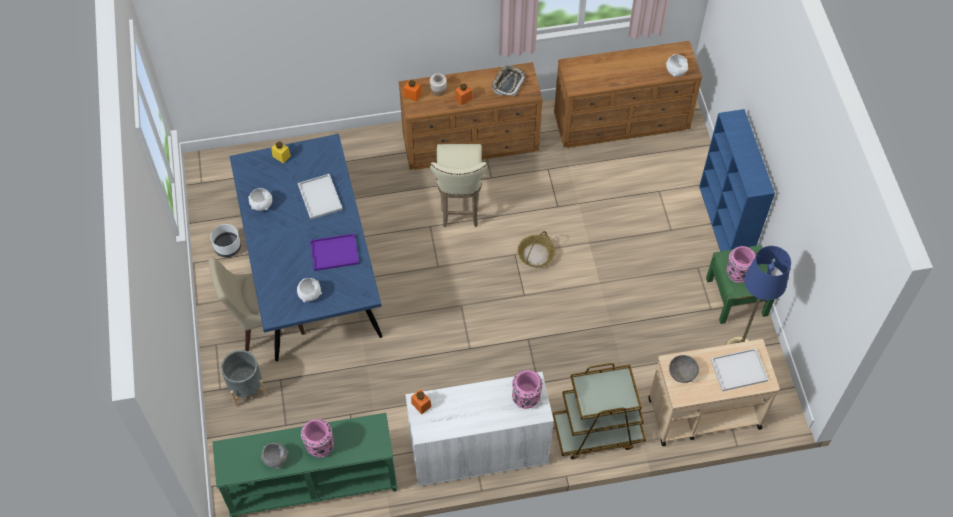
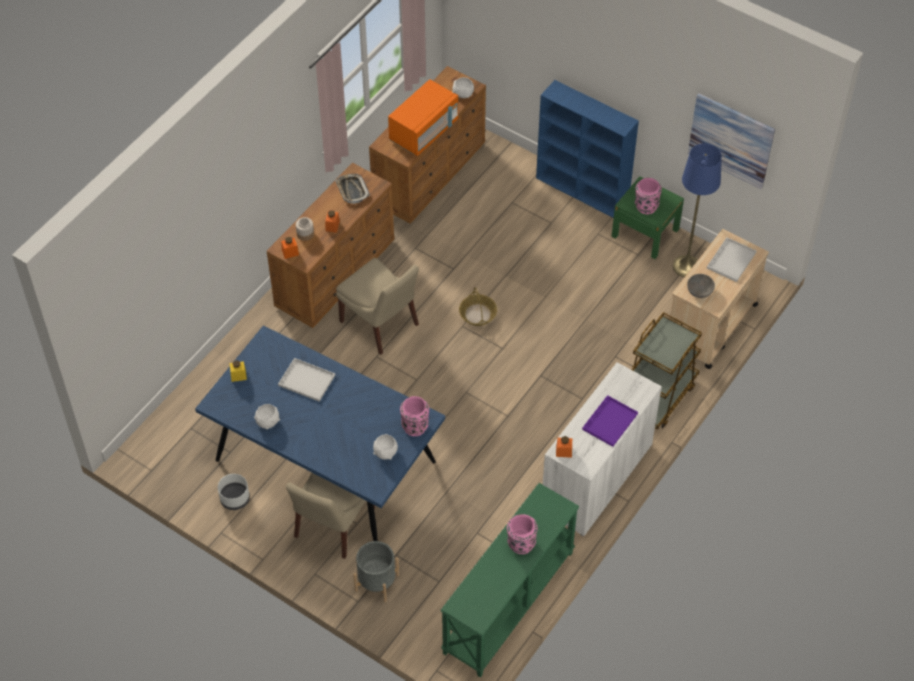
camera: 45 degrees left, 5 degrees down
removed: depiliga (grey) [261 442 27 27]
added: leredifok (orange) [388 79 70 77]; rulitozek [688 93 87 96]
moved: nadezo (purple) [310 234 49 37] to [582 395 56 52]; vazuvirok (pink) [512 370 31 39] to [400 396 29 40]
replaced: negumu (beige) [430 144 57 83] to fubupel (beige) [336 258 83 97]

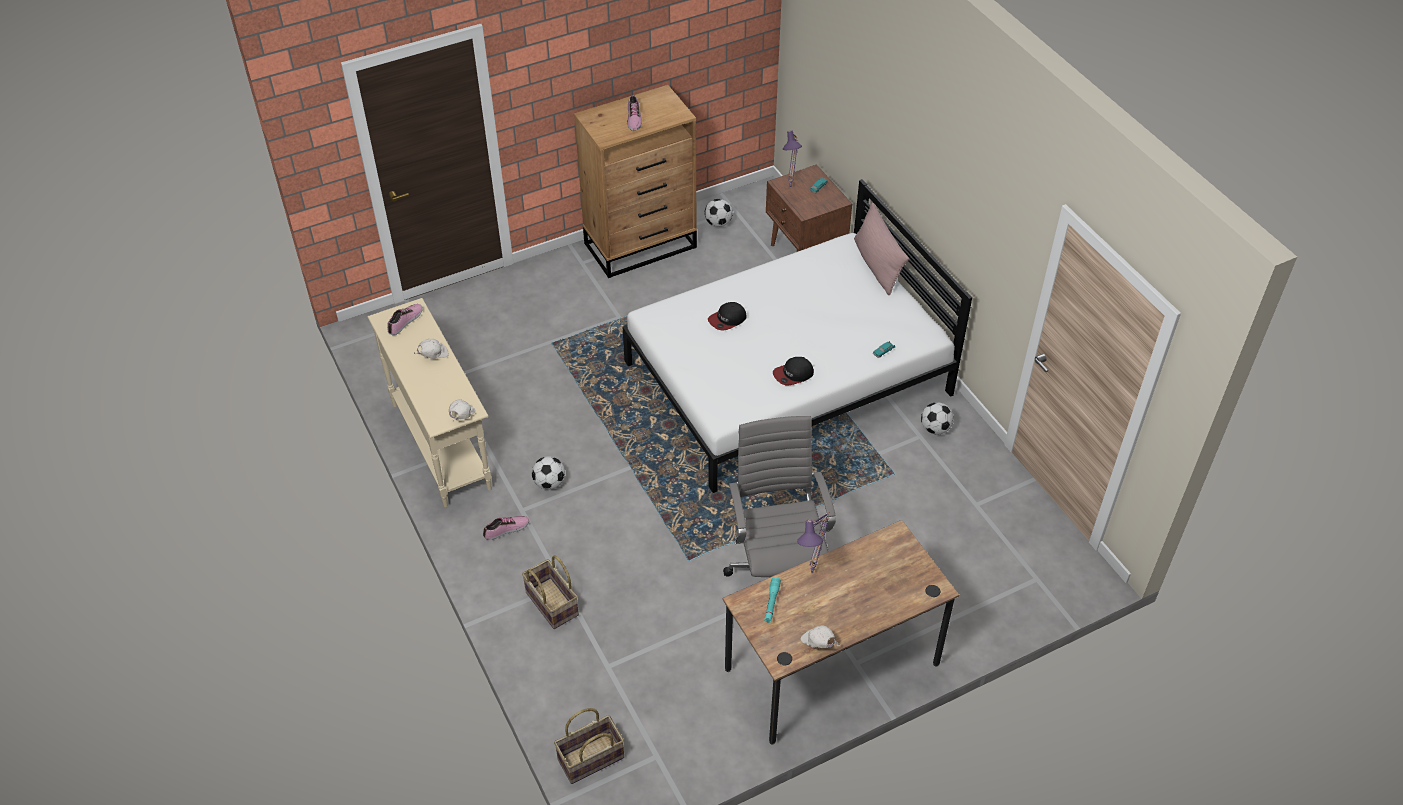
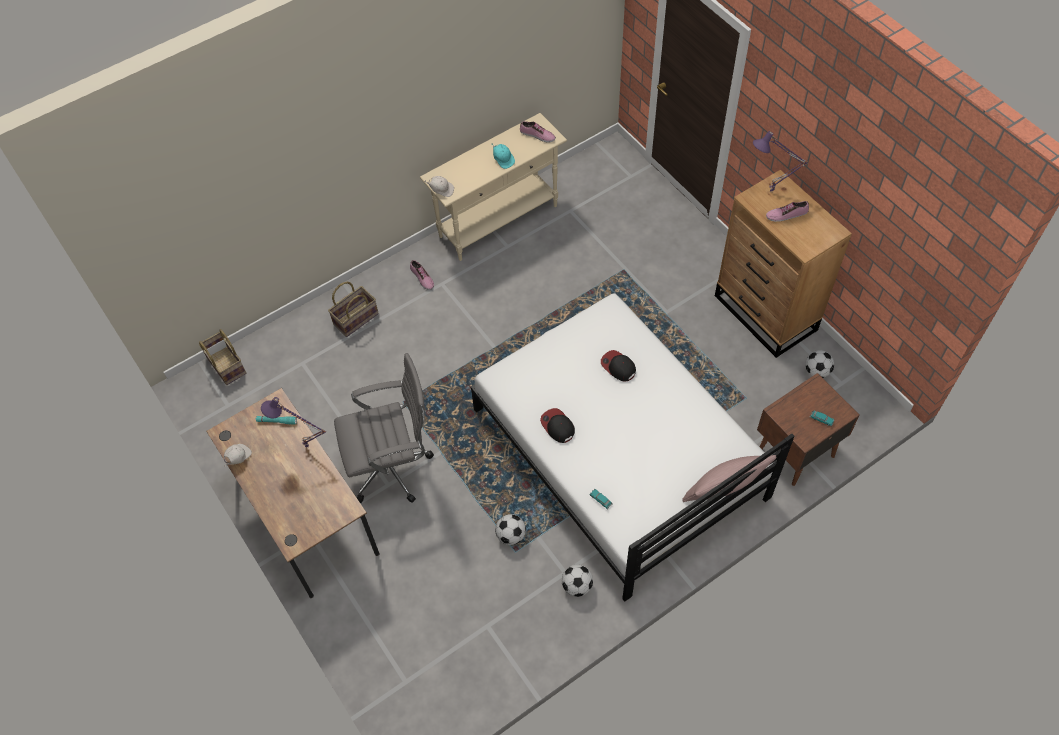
camera: 85 degrees right, 10 degrees up
moved: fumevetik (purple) [783 131 19 58] to [753 131 54 61]; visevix [532 456 33 34] to [495 514 31 31]
recoloured: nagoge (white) [414 339 35 20] to nagoge (turquoise) [492 143 23 26]

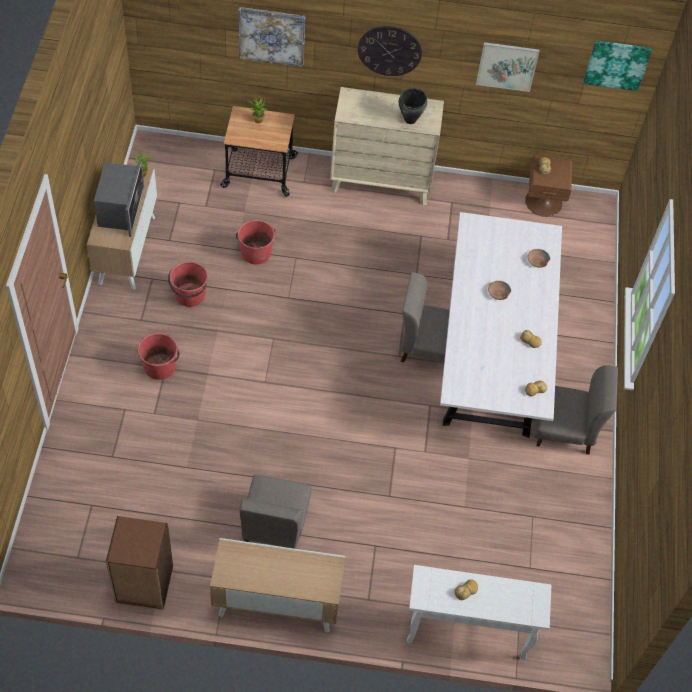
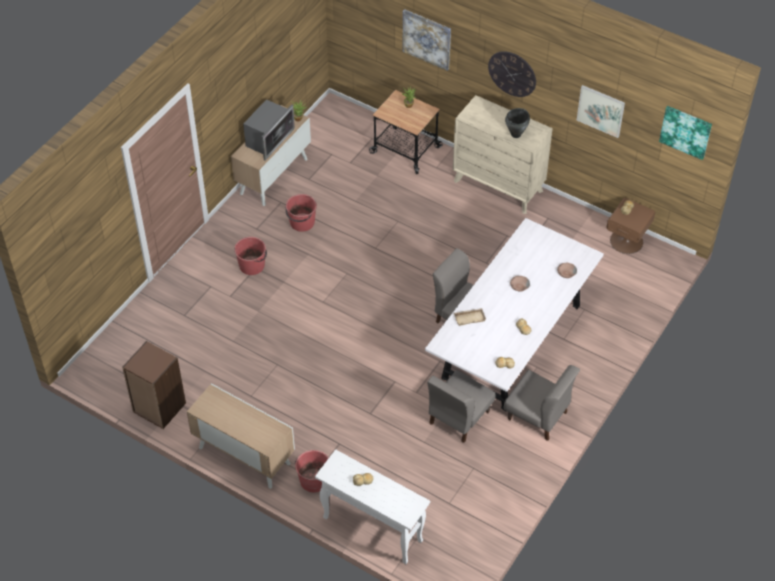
camera: 30 degrees right, 5 degrees down
added: nadezo (beige) [454 308 32 18]
moved: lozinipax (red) [236 220 40 45] to [295 450 34 42]; fubupel (grey) [239 474 72 75] to [428 370 67 73]

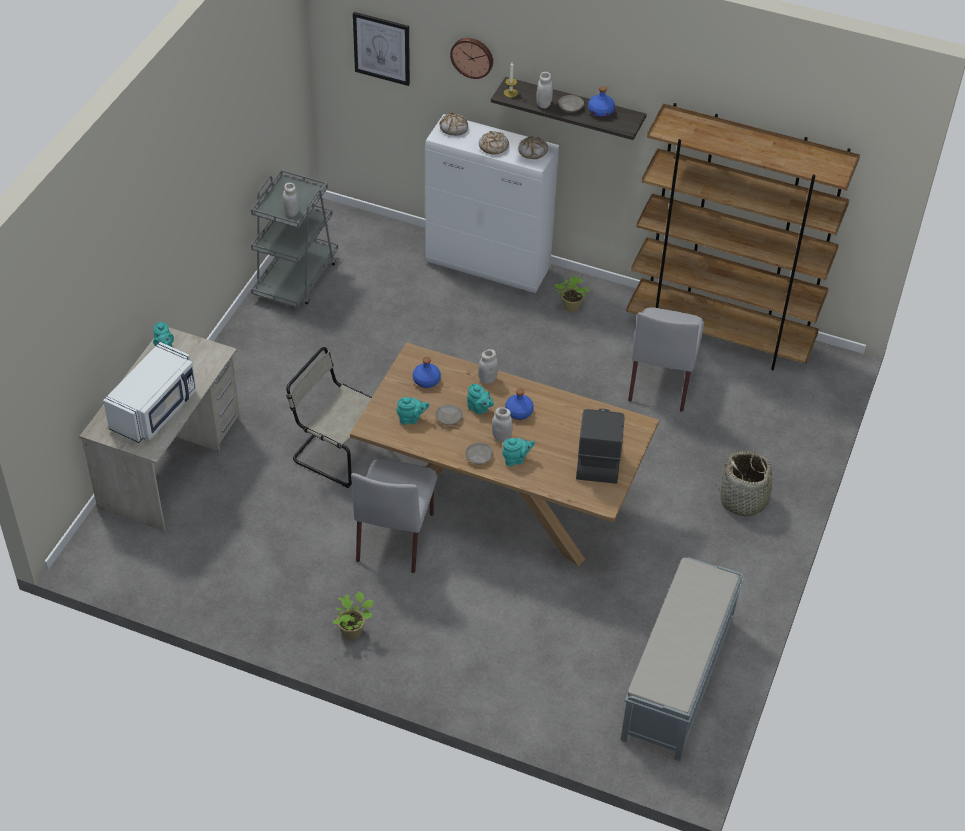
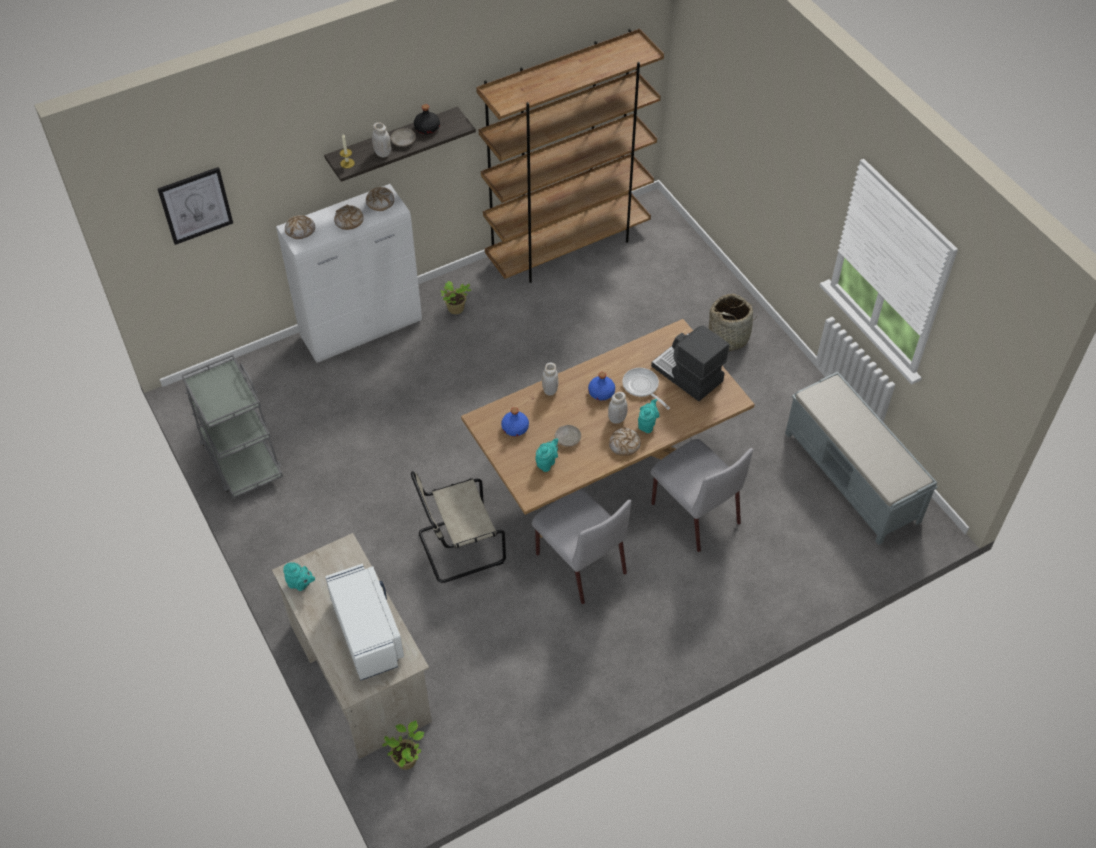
camera: 50 degrees left, 5 degrees up
removed: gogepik [450 38 43 41]; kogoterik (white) [282 183 17 34]; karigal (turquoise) [467 383 27 32]
added: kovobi [622 368 48 42]
moved: fubupel (grey) [628 307 76 105] to [651 439 102 113]; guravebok [333 591 41 49] to [382 720 42 50]
replaced: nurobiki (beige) [465 443 28 21] to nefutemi [609 427 32 29]
recoloured: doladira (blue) [588 86 27 31] to doladira (black) [414 104 26 30]

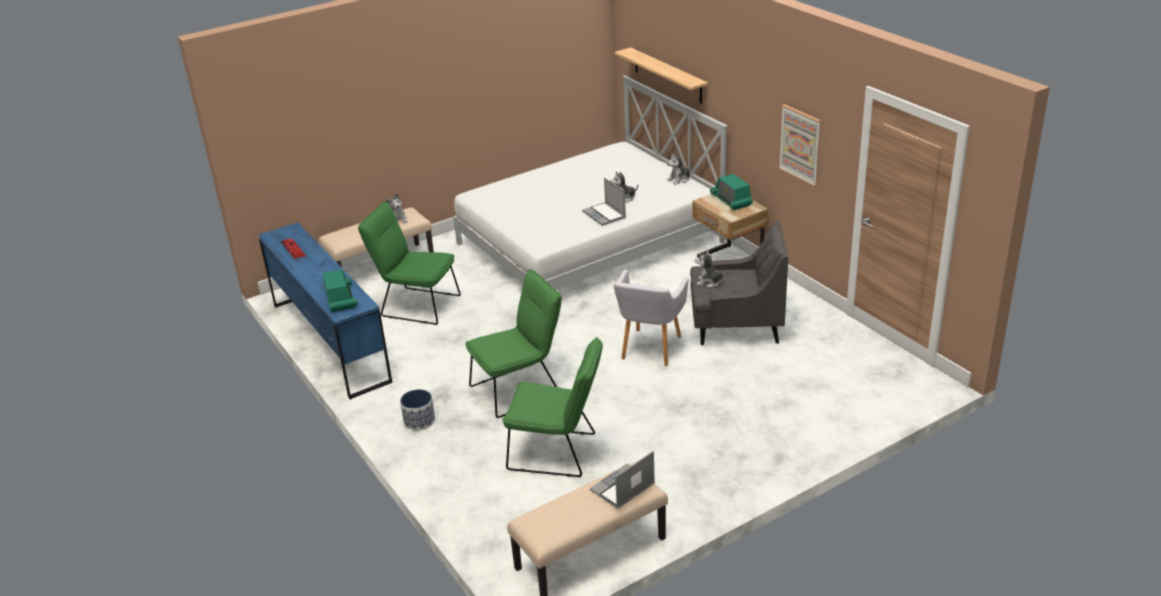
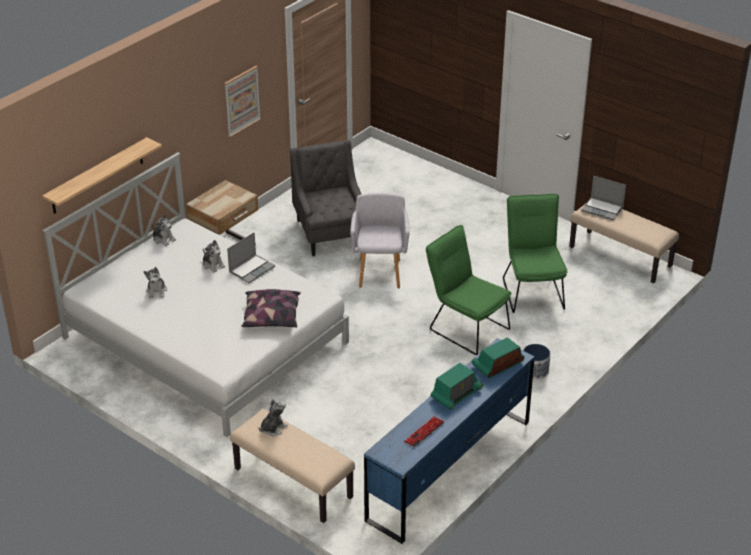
camera: 110 degrees left, 5 degrees up
removed: fubupel (green) [358 202 103 123]
added: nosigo [241 289 60 39]
moved: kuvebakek [710 174 43 36] to [431 363 52 46]; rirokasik [695 251 33 37] to [143 267 24 31]
turned: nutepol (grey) [614 269 75 97] = [350 192 60 96] 90 degrees counterclockwise

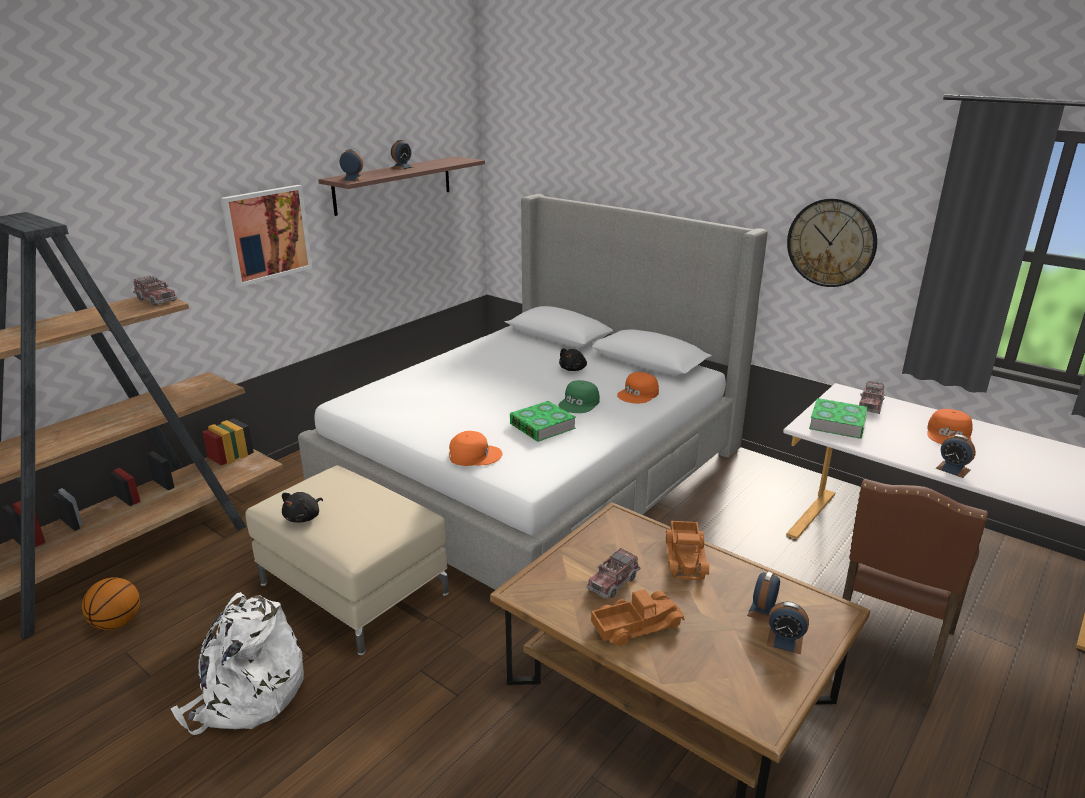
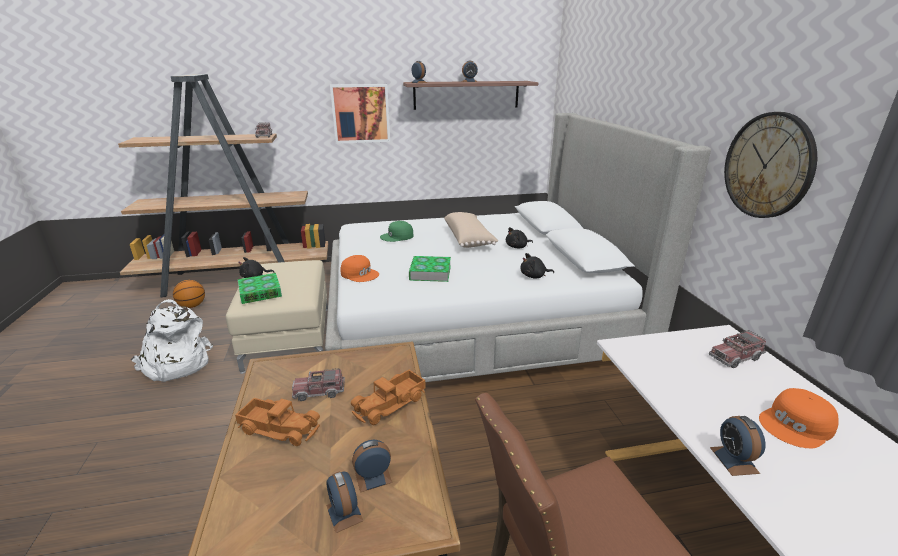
camera: 40 degrees right, 0 degrees up
added: nosigo (beige) [444 212 54 36]
moved: nagoge (green) [559 380 41 33] to [380 221 34 21]; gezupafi [809 398 59 41] to [238 273 44 31]
replaced: nagoge (orange) [617 372 42 32] to rirokasik (black) [520 253 34 25]

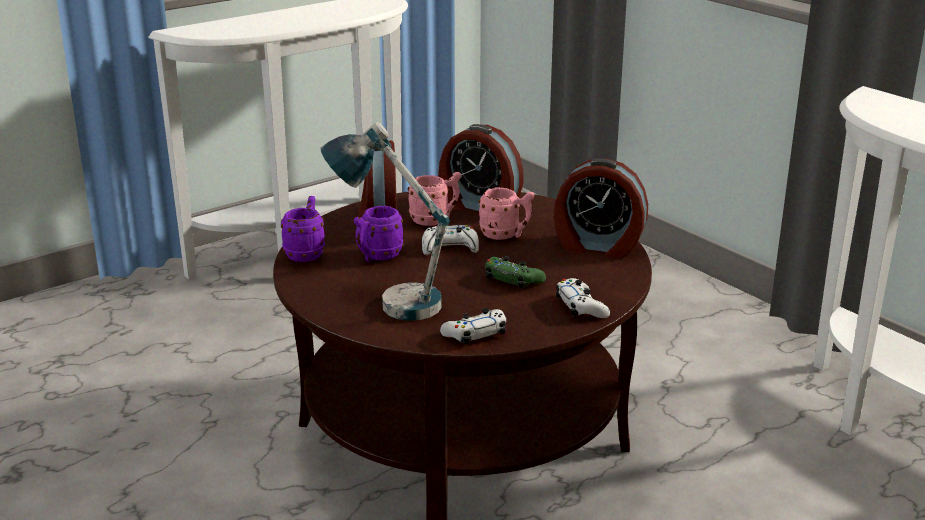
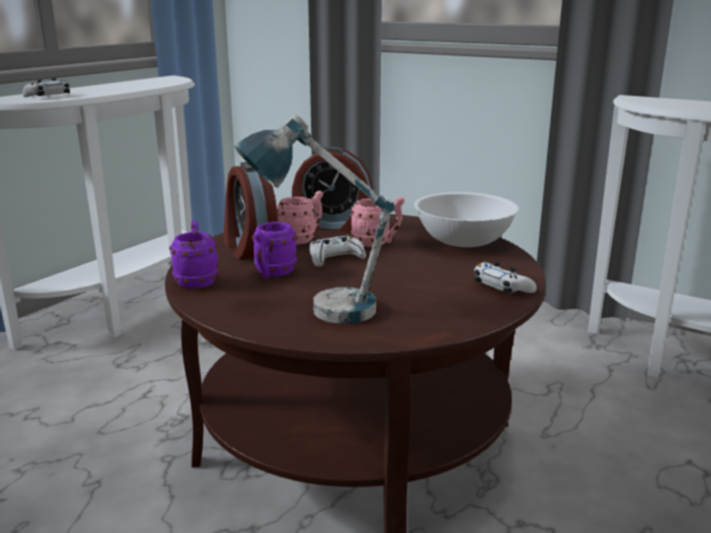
camera: 20 degrees left, 5 degrees down
removed: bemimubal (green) [485 256 61 33]
moved: bemimubal (white) [440 308 66 36] to [23 78 47 19]
replaced: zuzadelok [554 158 94 100] to depiliga (white) [414 192 105 55]

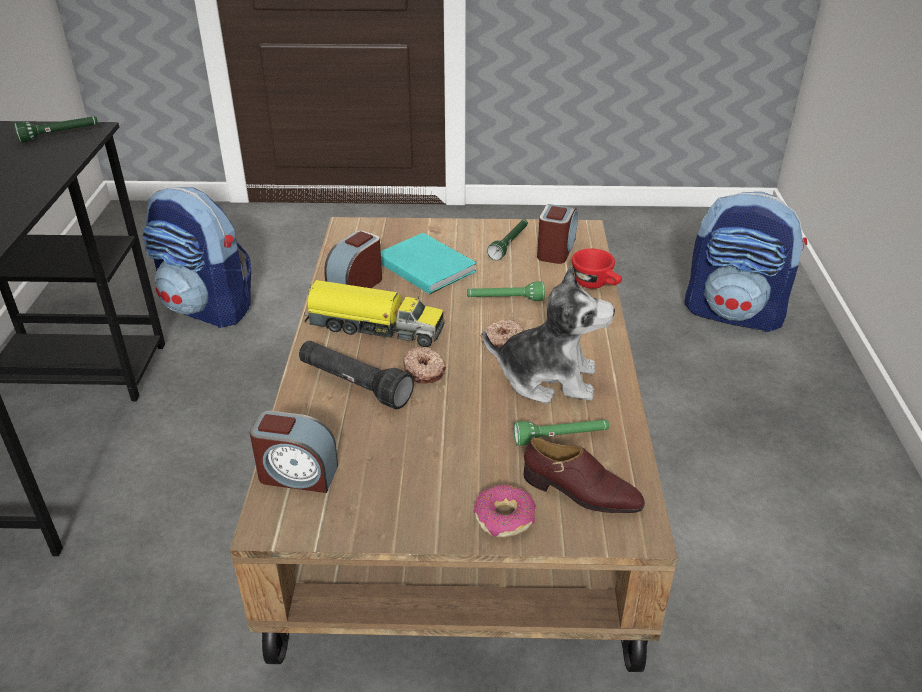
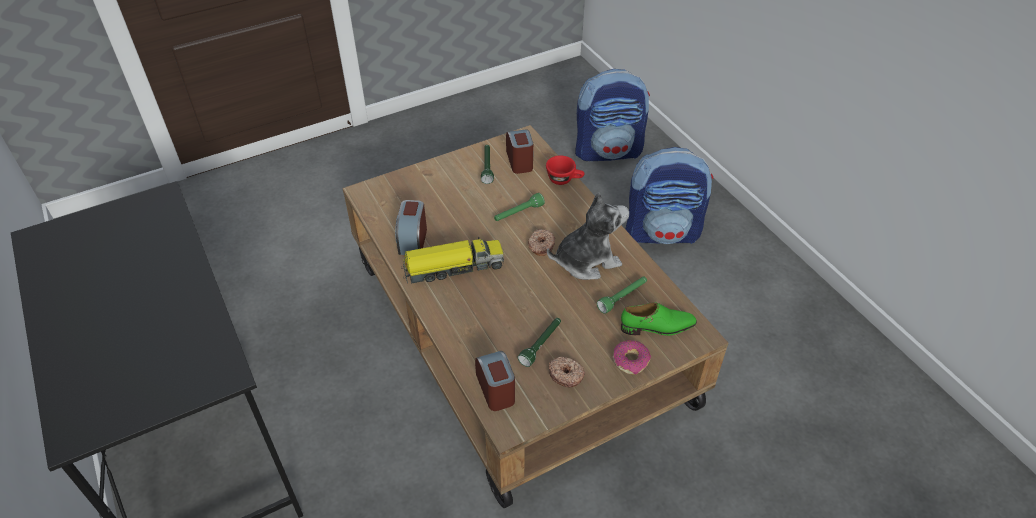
camera: 30 degrees left, 10 degrees up
removed: gezupafi (turquoise) [381 233 96 61]; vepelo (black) [299 341 115 68]
moved: vepelo (green) [14 116 84 27] to [518 318 43 49]; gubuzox [142 187 109 141] to [625 147 89 97]; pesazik [403 347 43 37] to [549 357 36 30]
recoloured: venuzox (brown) [524 438 121 75] to venuzox (green) [621 302 76 34]
turned: zuzadelok [250 411 88 82] = [475 351 40 60] 90 degrees counterclockwise

